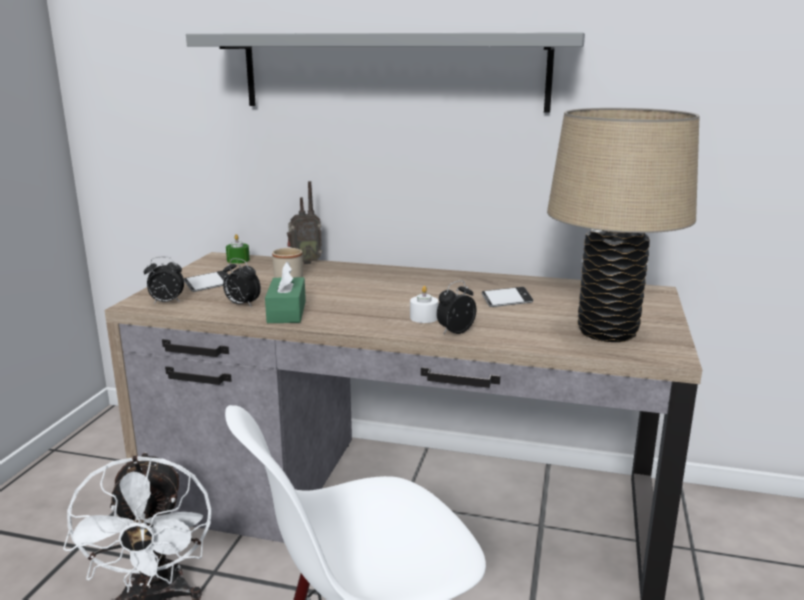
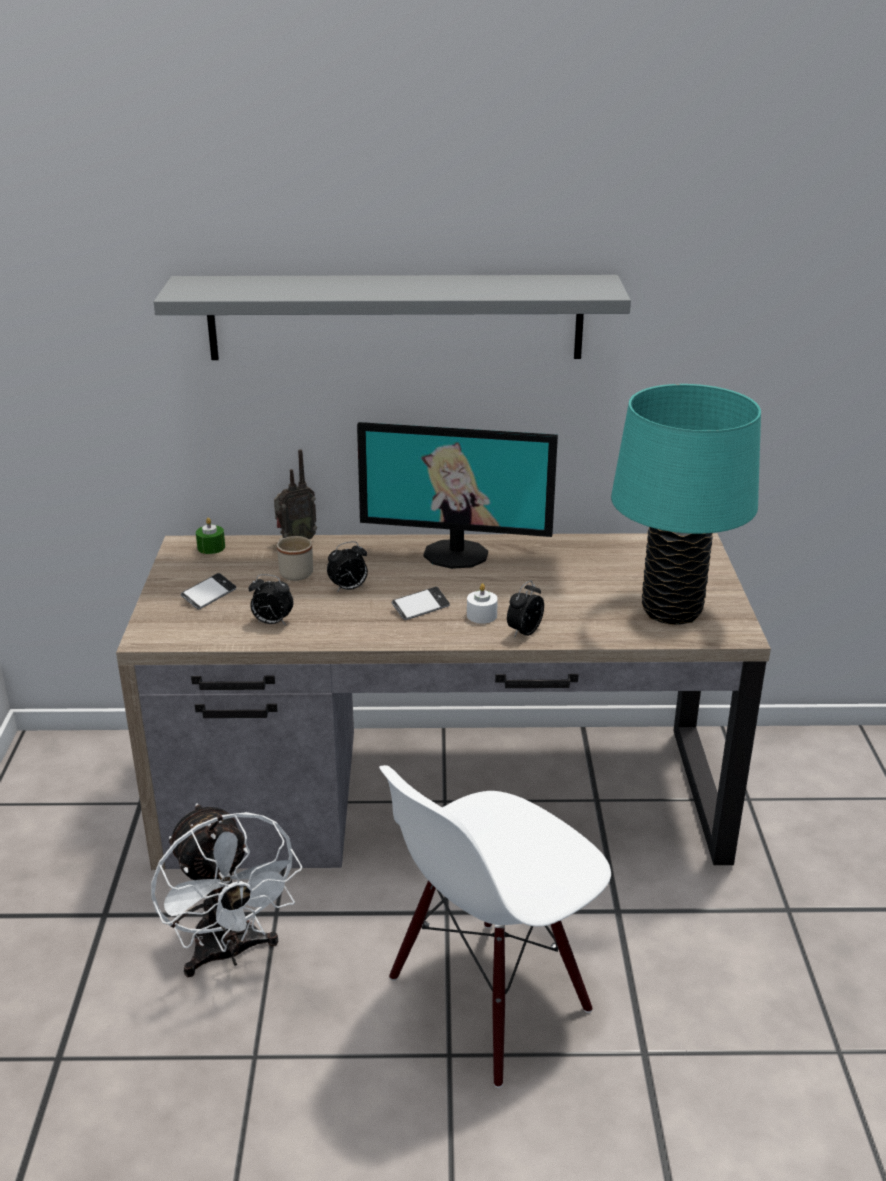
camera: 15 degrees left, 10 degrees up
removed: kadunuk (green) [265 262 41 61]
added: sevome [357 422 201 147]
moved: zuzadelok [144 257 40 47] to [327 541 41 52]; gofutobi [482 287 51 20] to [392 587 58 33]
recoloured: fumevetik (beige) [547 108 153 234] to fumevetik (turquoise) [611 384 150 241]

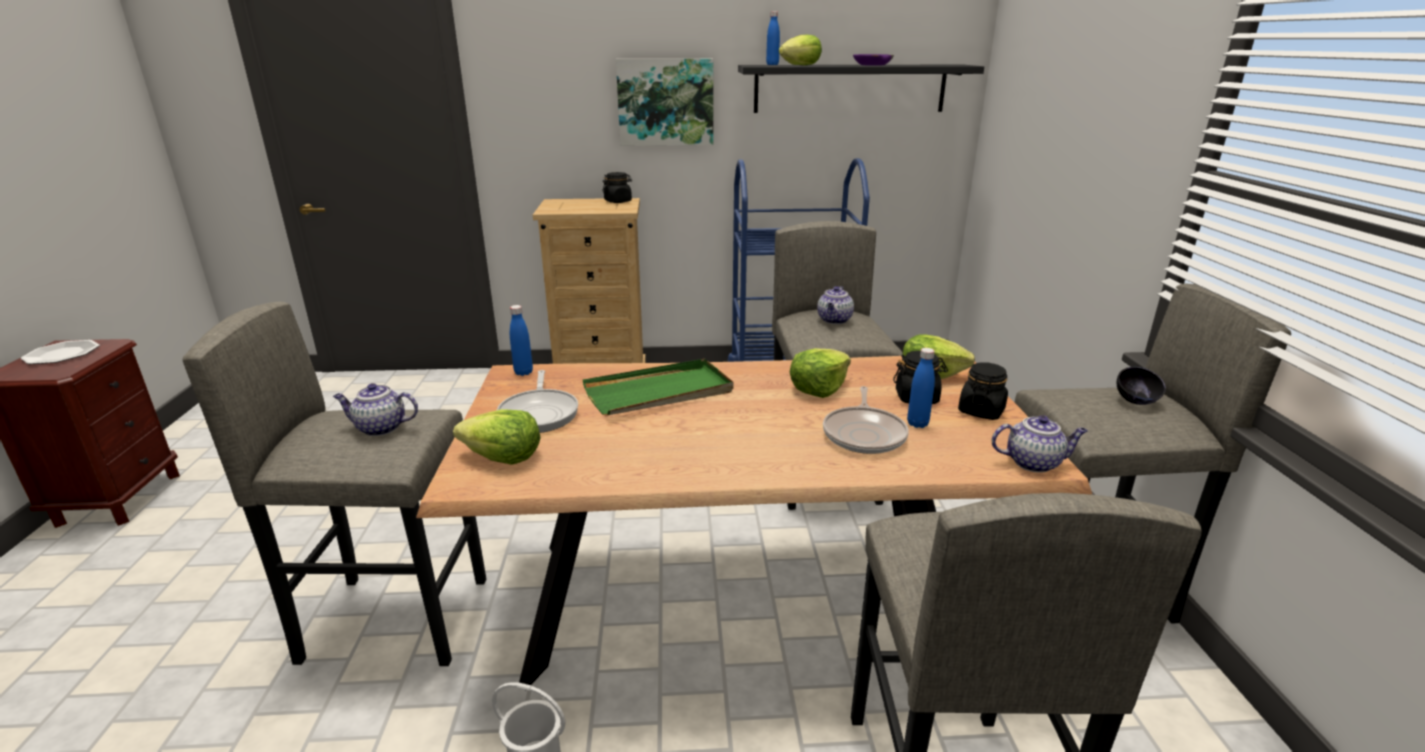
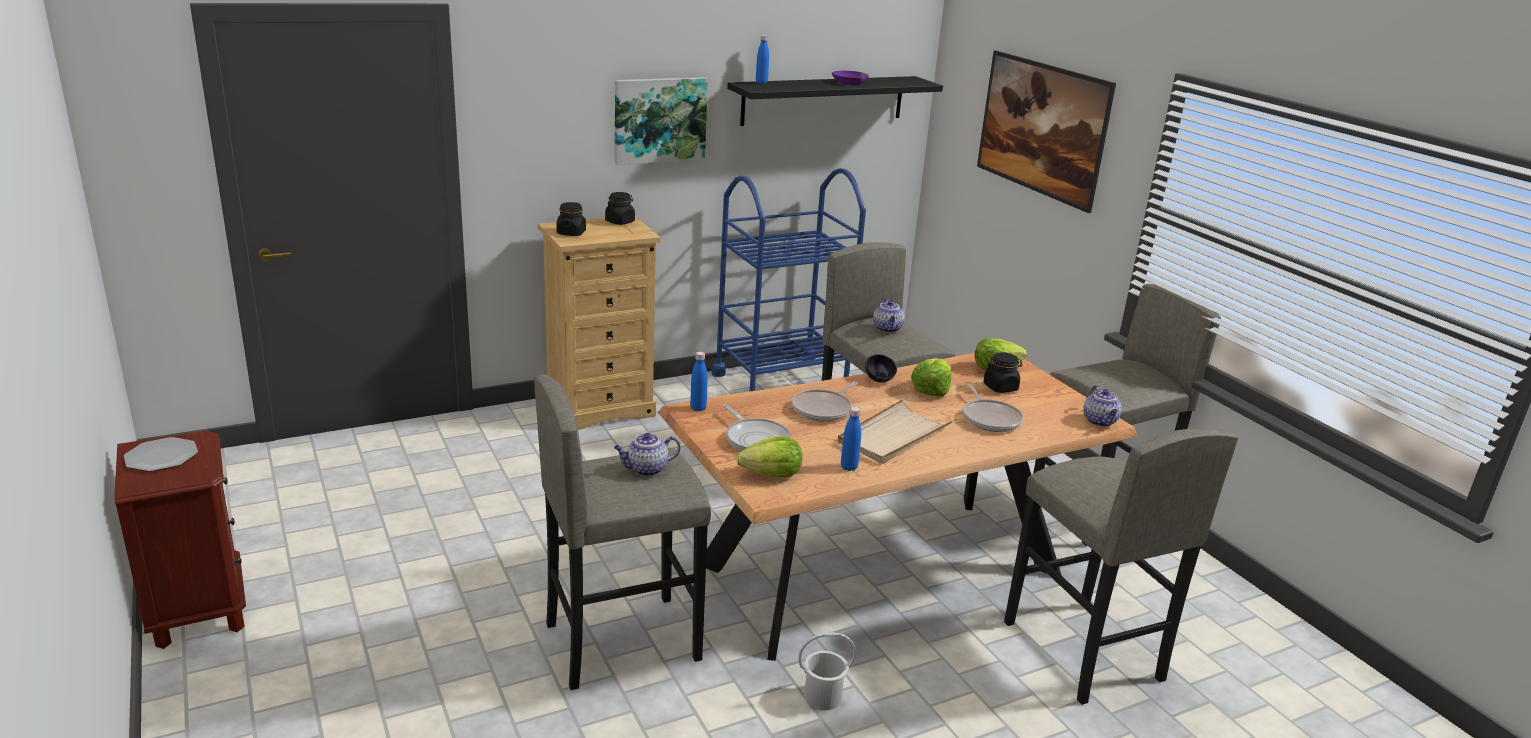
camera: 25 degrees left, 0 degrees up
removed: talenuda [779 35 43 30]
added: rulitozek [977 51 139 162]; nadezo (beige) [837 399 116 65]
moved: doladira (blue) [907 348 28 80] to [841 407 20 64]; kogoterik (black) [958 362 50 58] to [556 202 30 34]; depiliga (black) [1117 367 49 38] to [865 354 32 28]
replaced: nadezo (green) [583 359 150 57] to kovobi [792 381 66 41]
turned: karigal [992 415 95 58] = [1083 385 39 42] 105 degrees clockwise

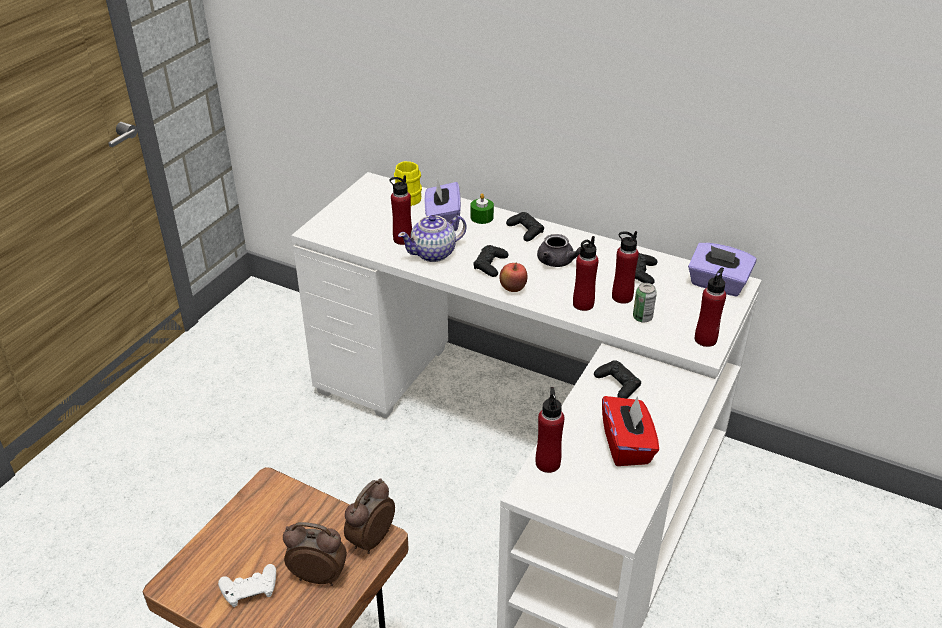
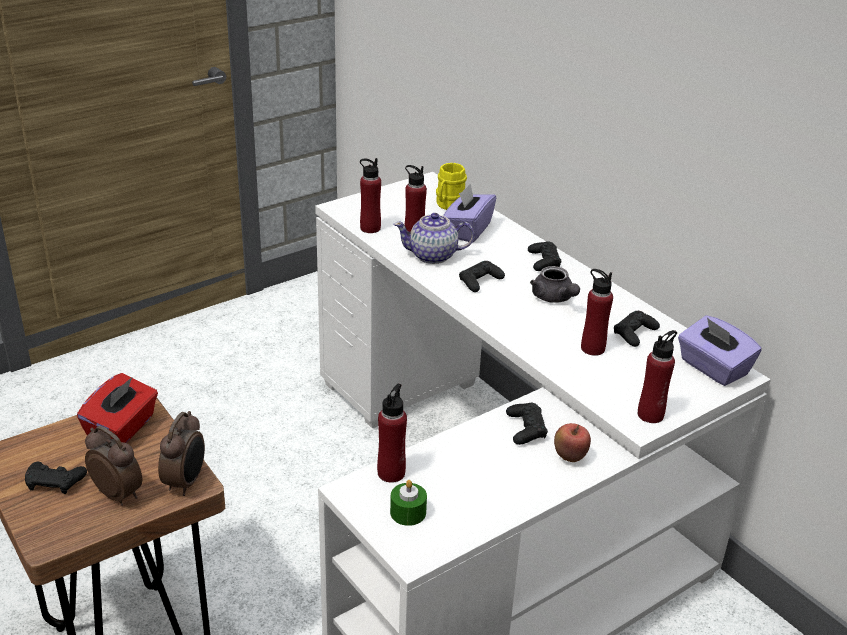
camera: 25 degrees right, 5 degrees down
removed: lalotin [633 283 24 40]
moved: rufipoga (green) [470 193 24 31] to [390 480 37 46]; doladira (red) [573 236 26 75] to [360 158 21 75]; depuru [499 263 28 29] to [554 423 37 39]; kadunuk (red) [602 396 57 70] to [77 373 81 70]
recoloured: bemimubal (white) [218 564 58 43] to bemimubal (black) [25 462 62 32]
turned: zuzadelok [344 478 51 76] = [158 411 47 85] 135 degrees clockwise

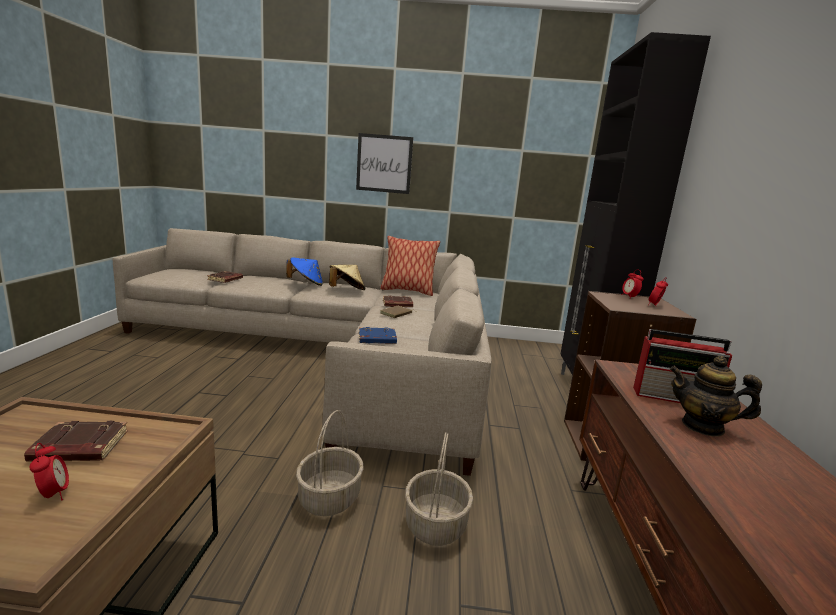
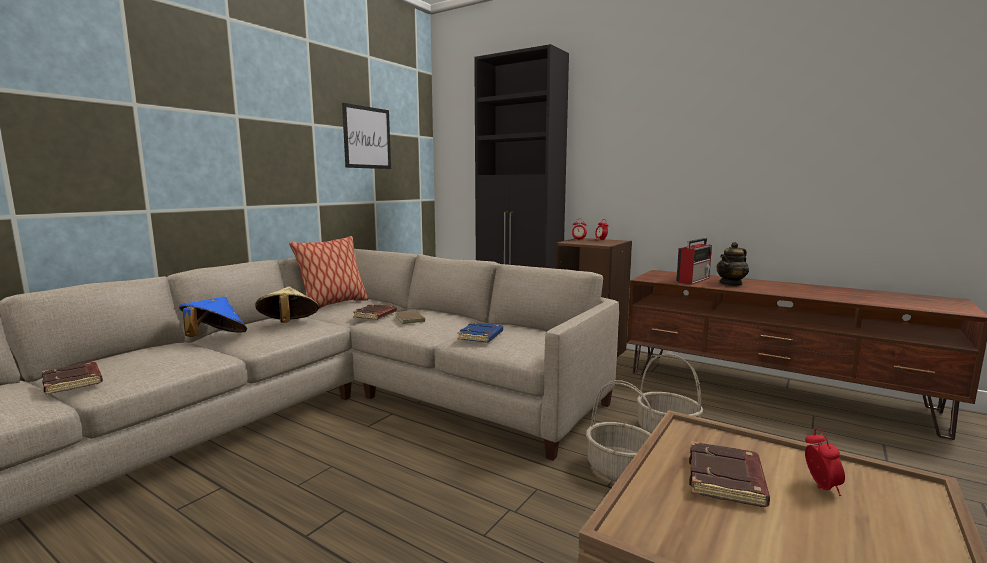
camera: 60 degrees left, 5 degrees down
moved: rulitozek [356 133 58 61] to [342 103 49 66]
turned: zuzadelok [29 443 40 58] = [805 429 40 67] 90 degrees clockwise

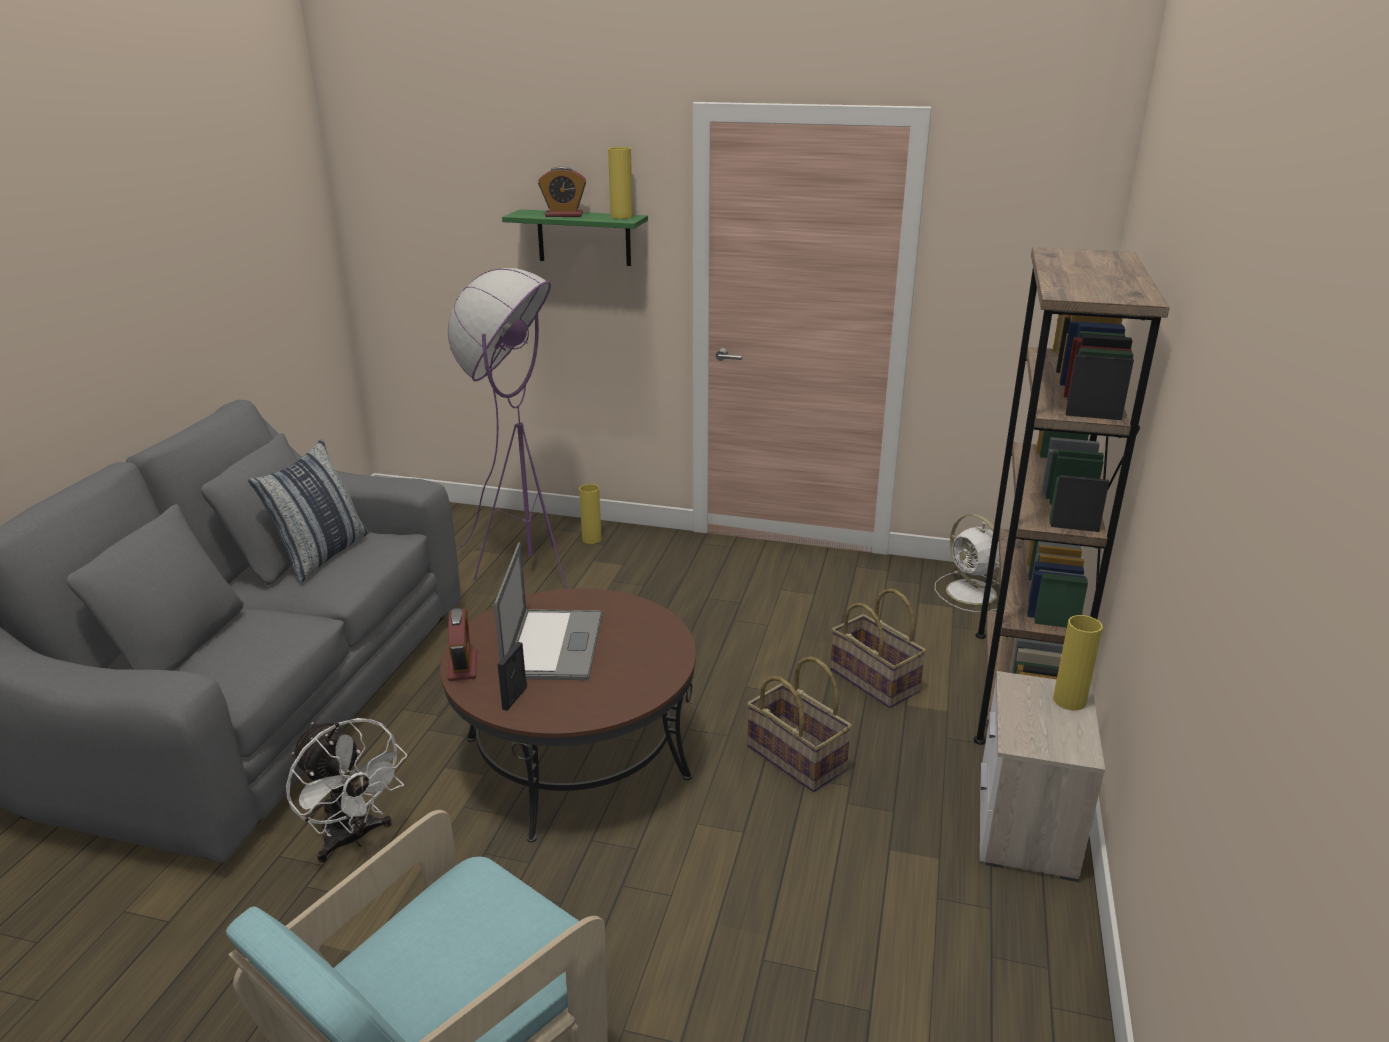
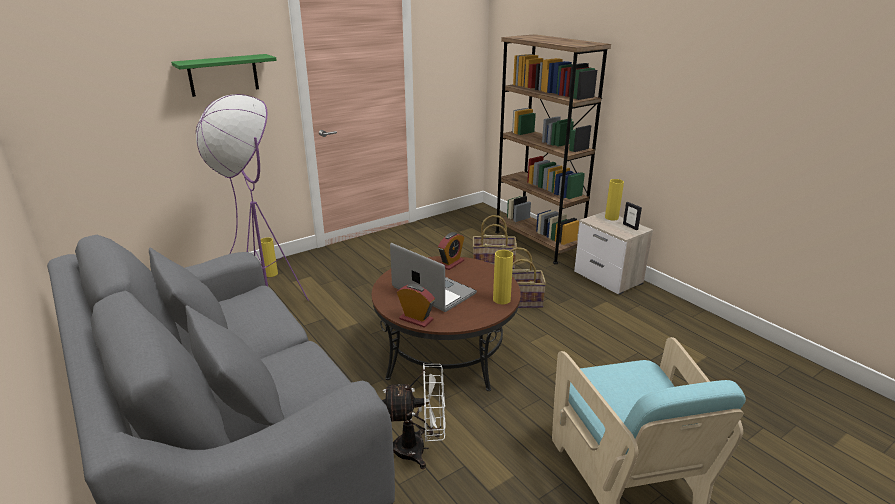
camera: 50 degrees left, 0 degrees up
removed: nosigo [248 439 121 143]; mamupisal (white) [935 514 65 98]
moved: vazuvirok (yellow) [608 147 25 72] to [493 250 20 54]; zuzadelok [538 166 48 51] to [438 232 26 38]; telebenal [498 642 29 69] to [623 202 19 28]

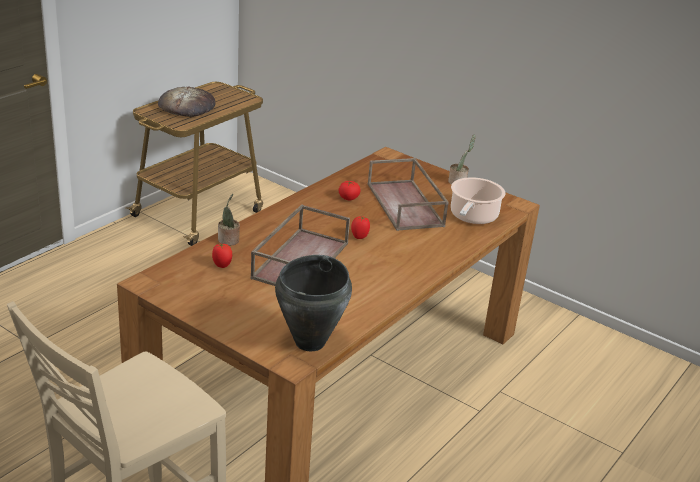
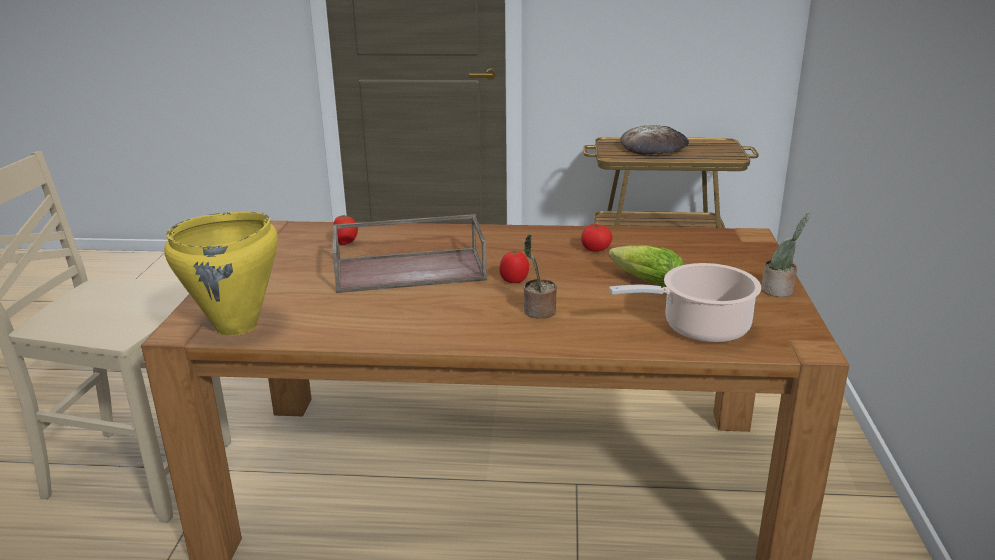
camera: 60 degrees right, 5 degrees down
moved: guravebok [218 194 22 52] to [524 234 33 85]
replaced: nadezo (brown) [368 158 81 73] to talenuda [609 245 75 42]
recoloured: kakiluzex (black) [275 255 77 96] to kakiluzex (yellow) [164 212 114 124]

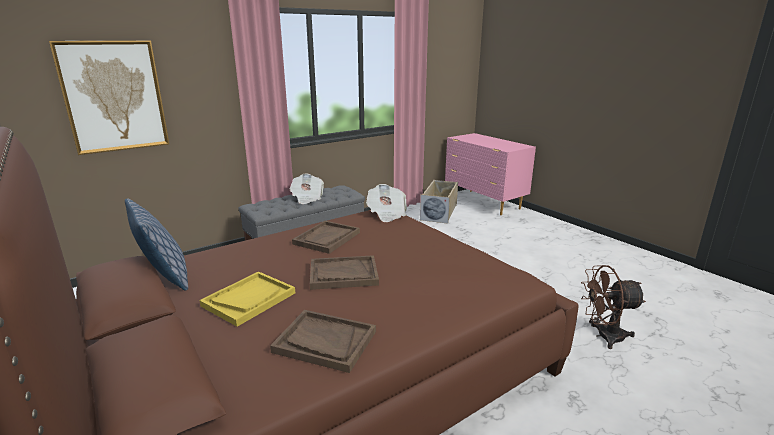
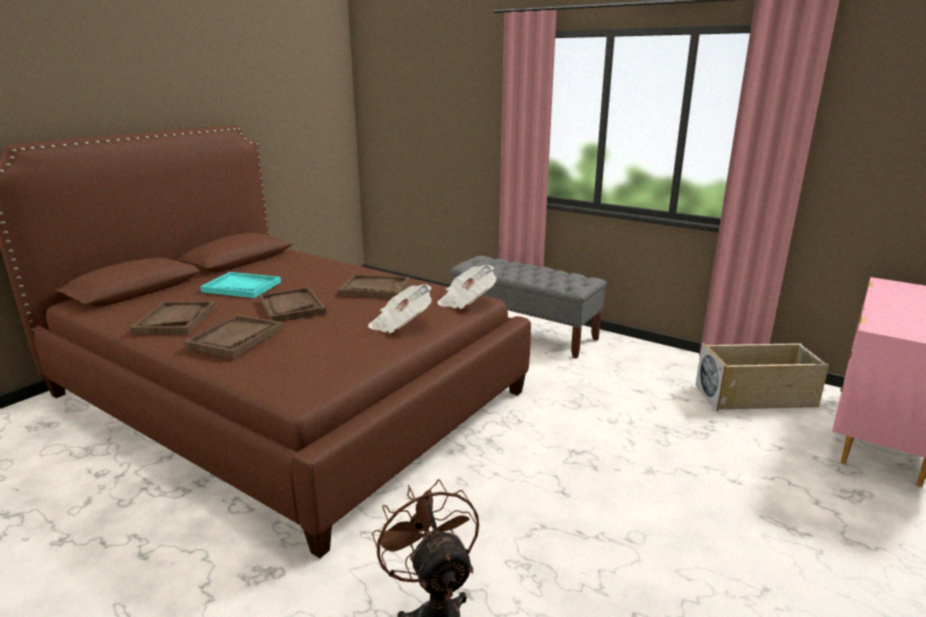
camera: 70 degrees right, 0 degrees up
removed: rulitozek [49 41 120 114]; nosigo [125 198 63 93]
added: nadezo (brown) [184 314 99 44]
moved: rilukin [289 174 35 30] to [368 284 64 49]
recoloured: nadezo (yellow) [199 271 96 56] to nadezo (turquoise) [200 272 81 26]

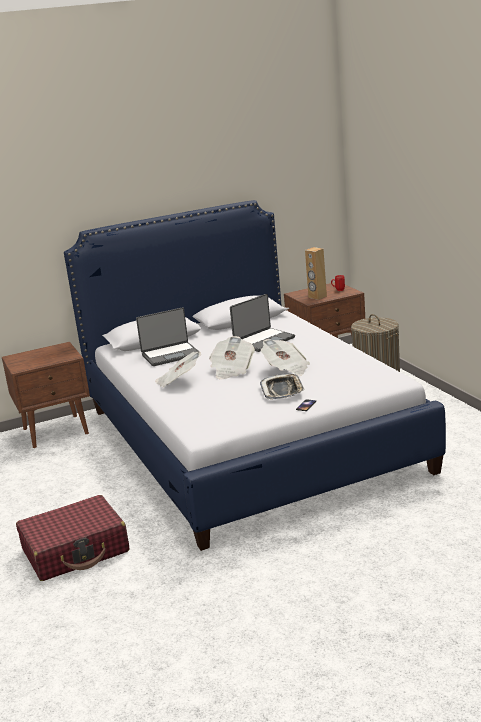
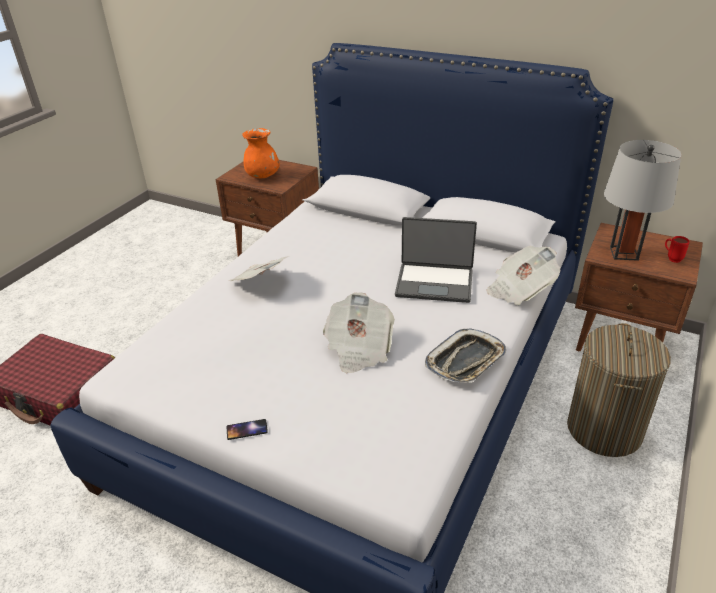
camera: 50 degrees right, 15 degrees up
removed: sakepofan [136 307 64 59]
added: vazuvirok (orange) [242 128 38 50]
moved: rilukin [209 336 46 43] to [486 246 74 59]; nadezo [260 374 45 25] to [425 328 81 55]
replaced: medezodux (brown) [305 247 22 53] to fumevetik (grey) [604 140 78 121]

